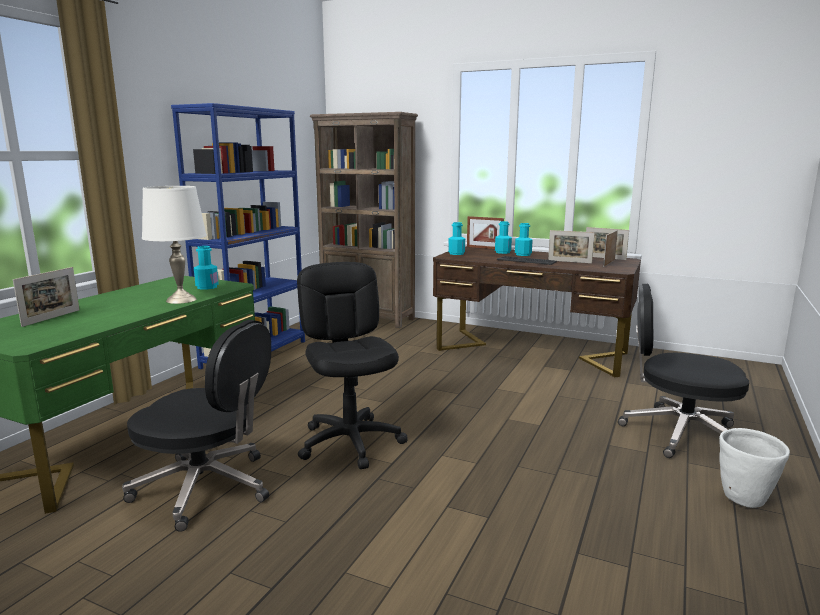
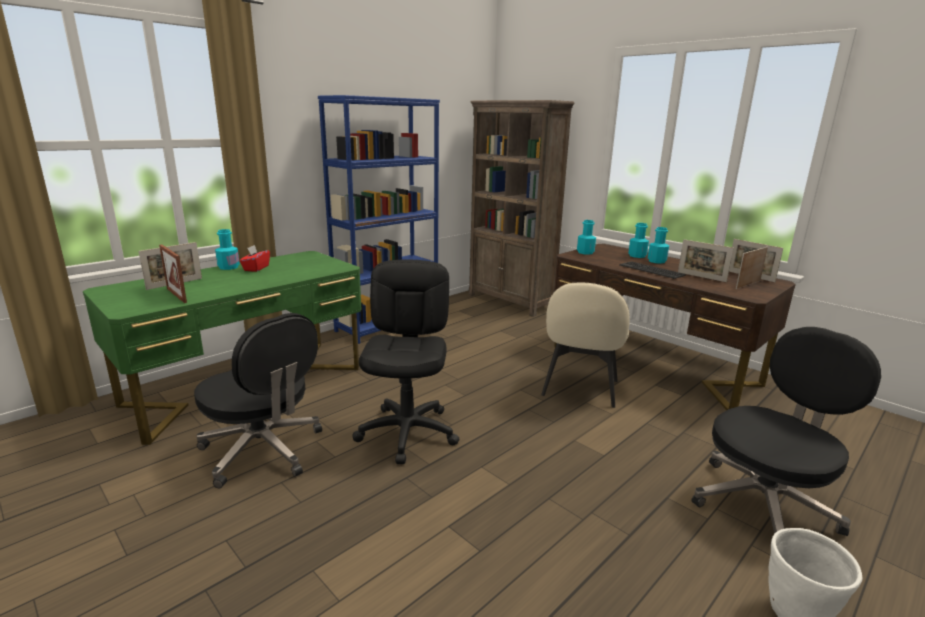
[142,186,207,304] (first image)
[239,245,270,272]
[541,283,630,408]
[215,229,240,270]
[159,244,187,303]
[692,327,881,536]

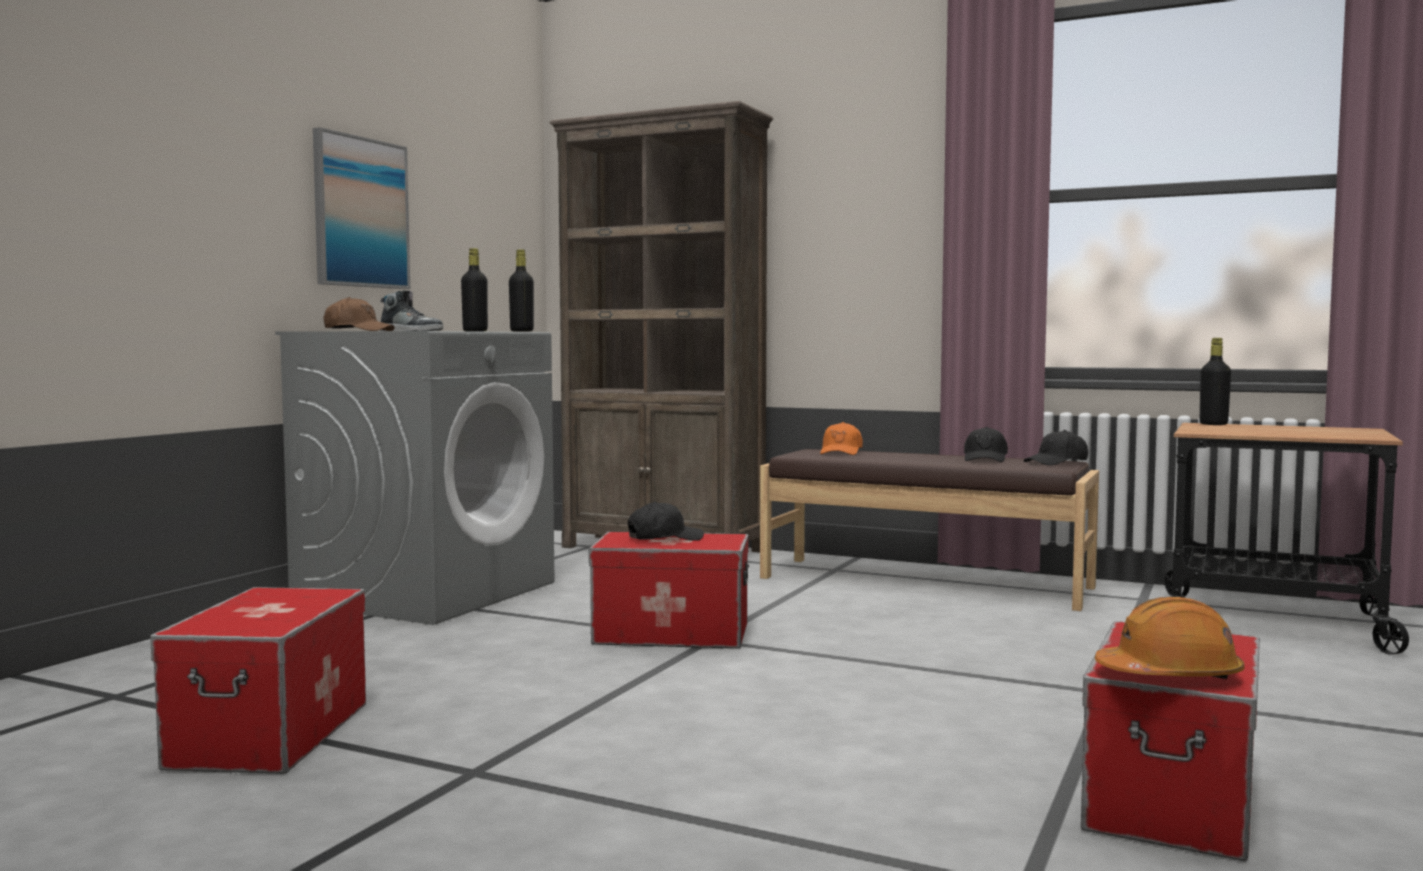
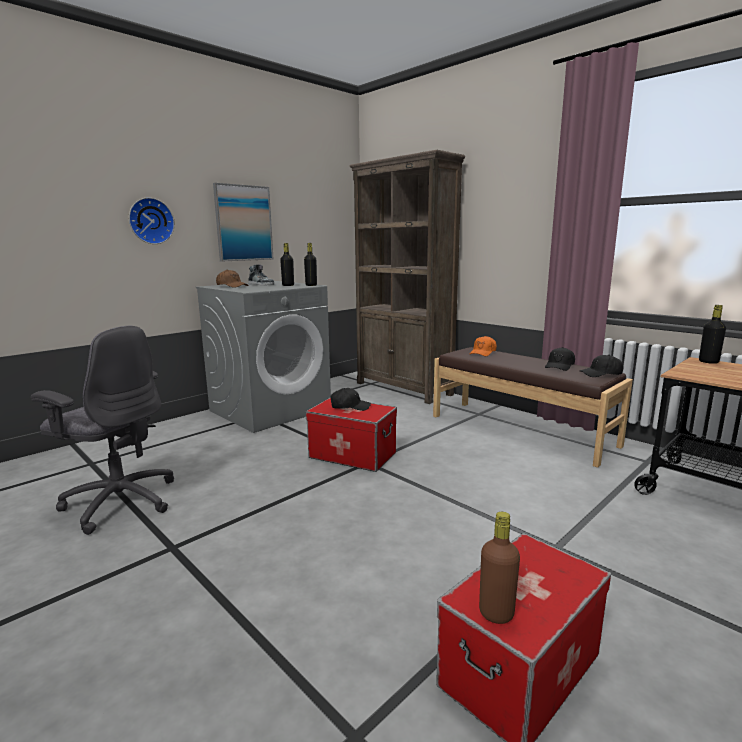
[129,197,175,244]
[31,326,174,535]
[479,512,520,624]

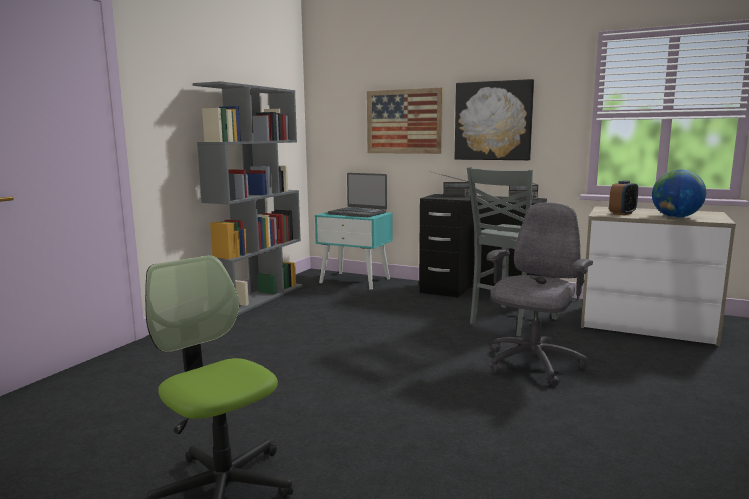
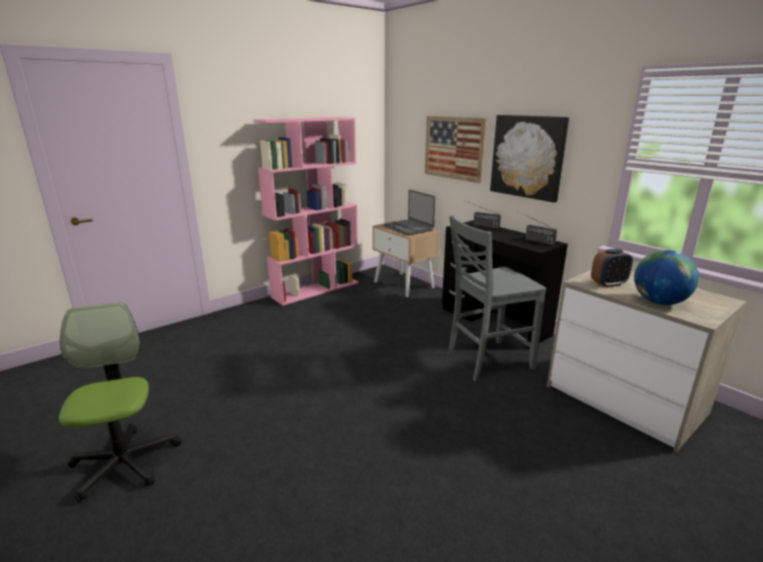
[487,202,593,386] (first image)
[253,117,358,306]
[372,220,440,297]

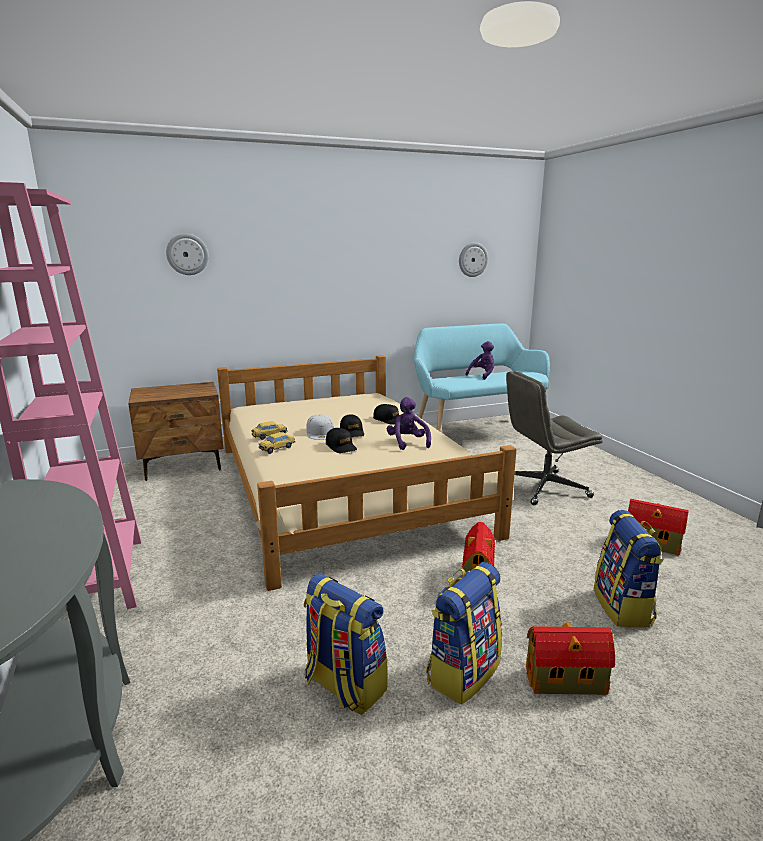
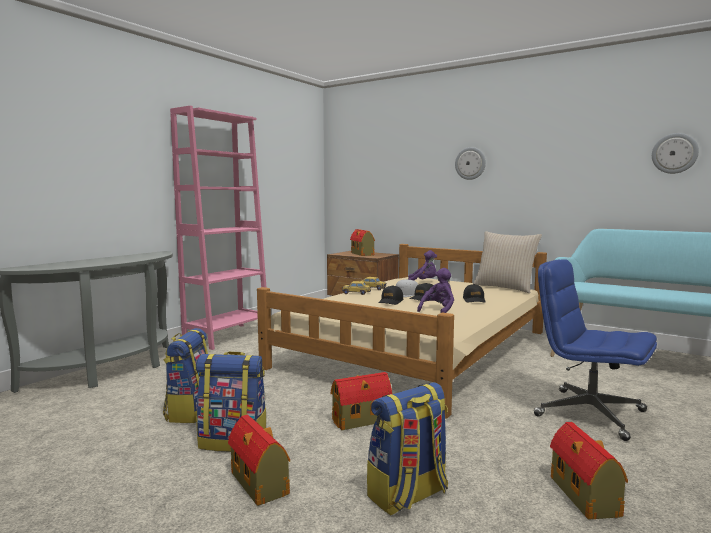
[350,229,375,256]
[473,231,542,293]
[455,147,486,180]
[408,250,437,280]
[534,259,657,441]

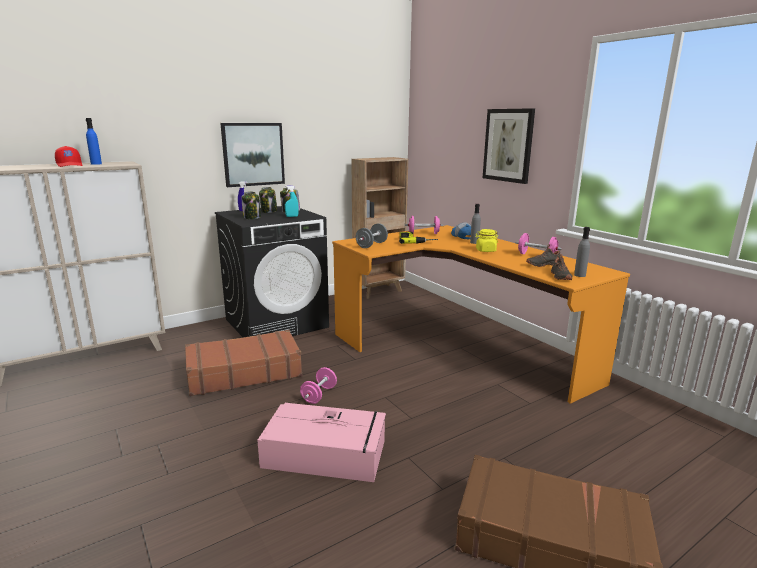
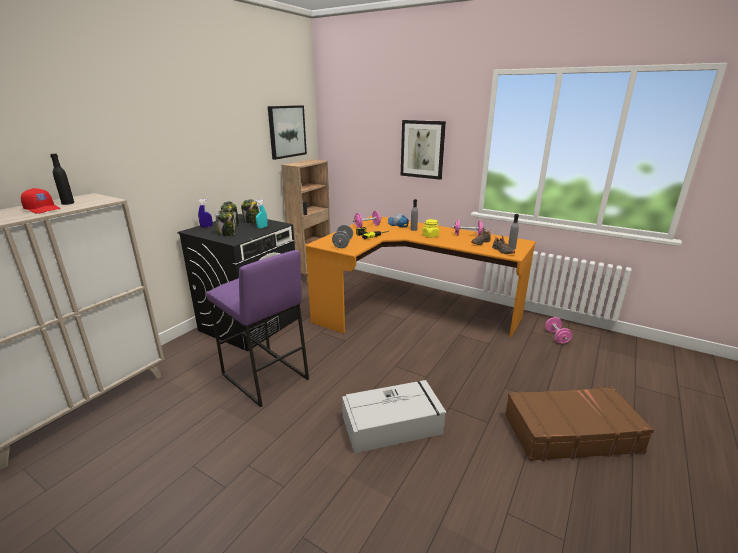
[268,105,307,160]
[545,317,572,344]
[206,250,309,407]
[50,154,74,205]
[342,380,446,454]

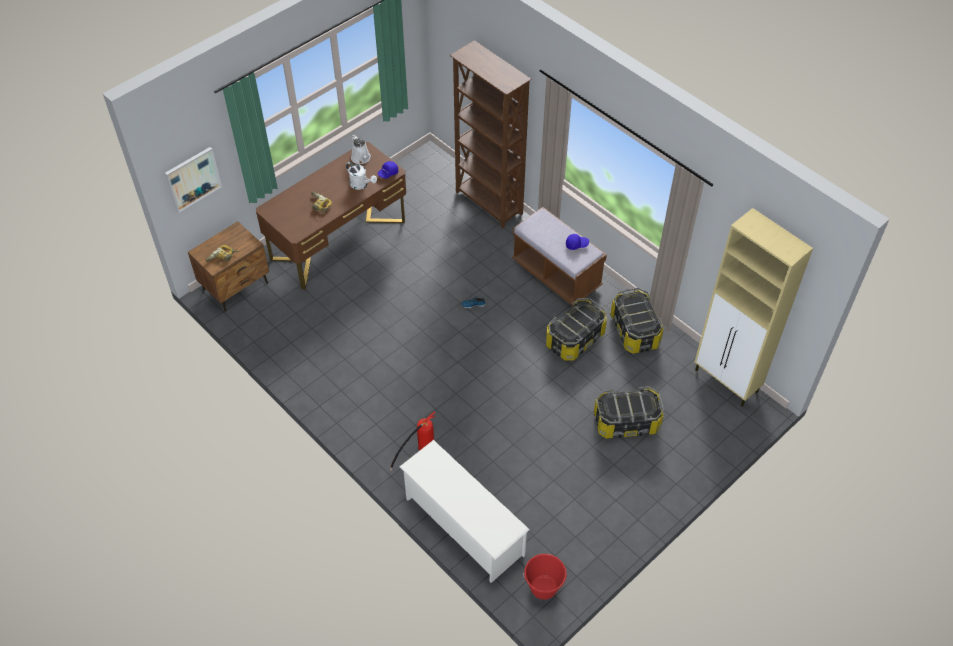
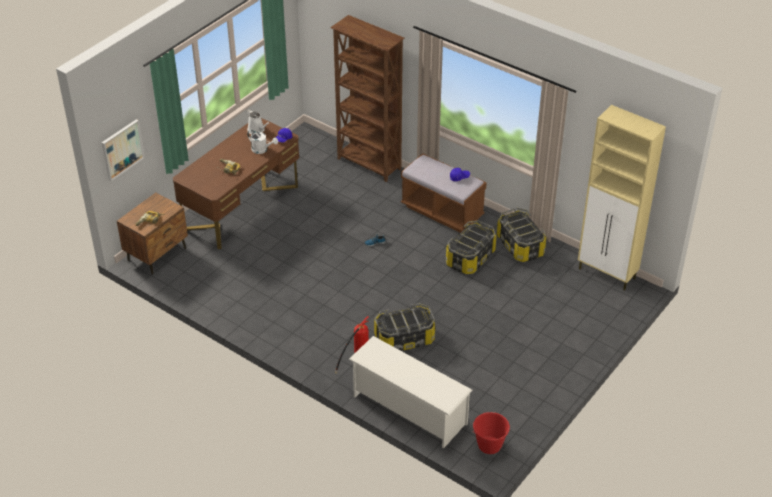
[374,303,435,351]

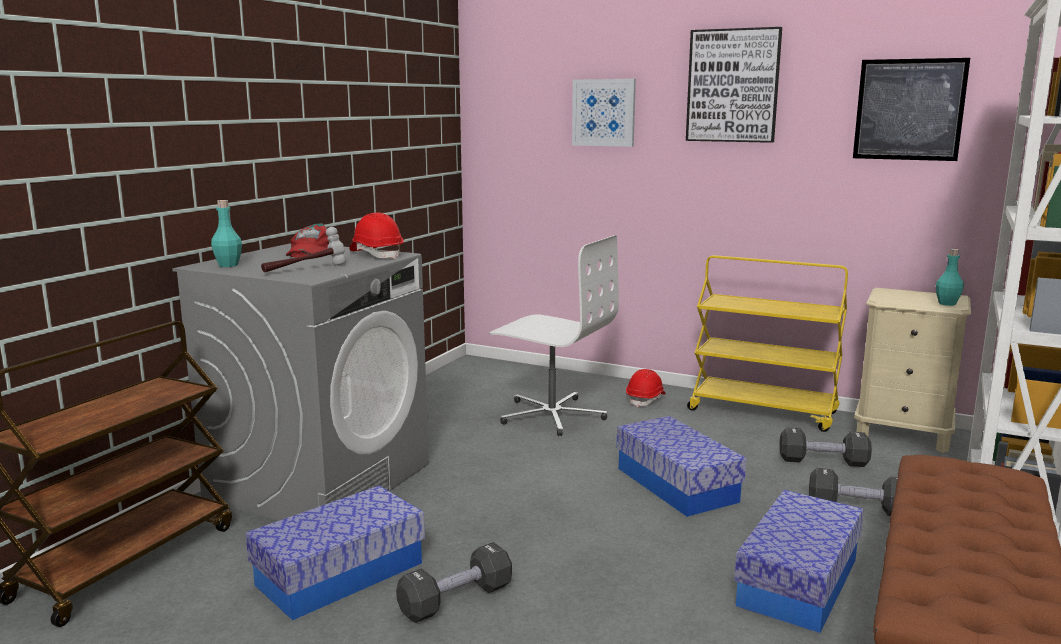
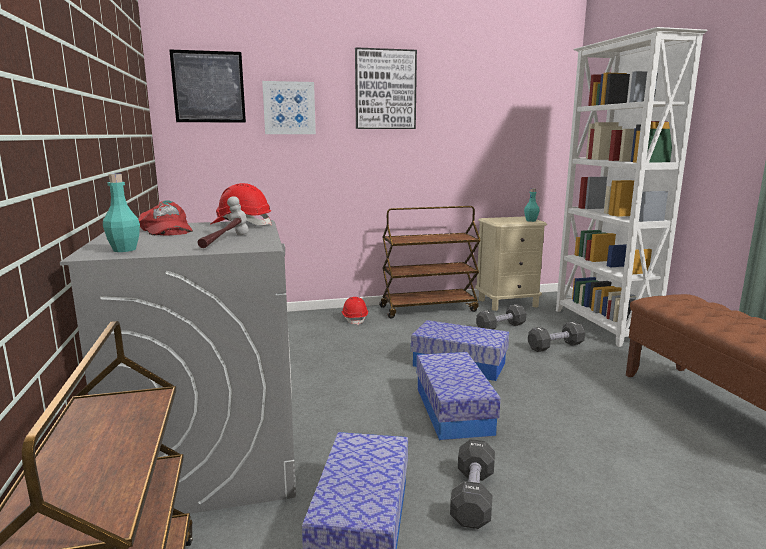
[489,235,619,436] (first image)
[416,352,501,440]
[169,49,246,123]
[379,206,481,319]

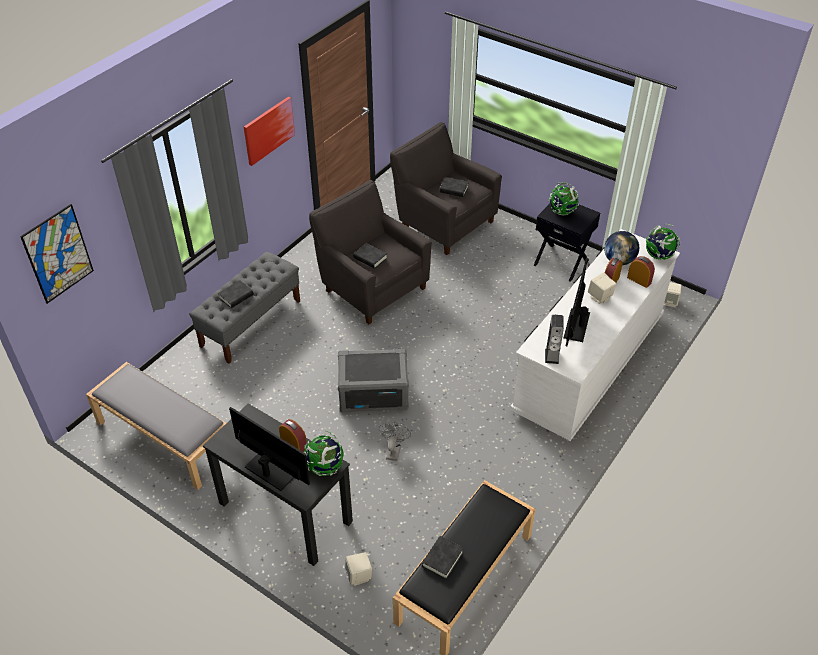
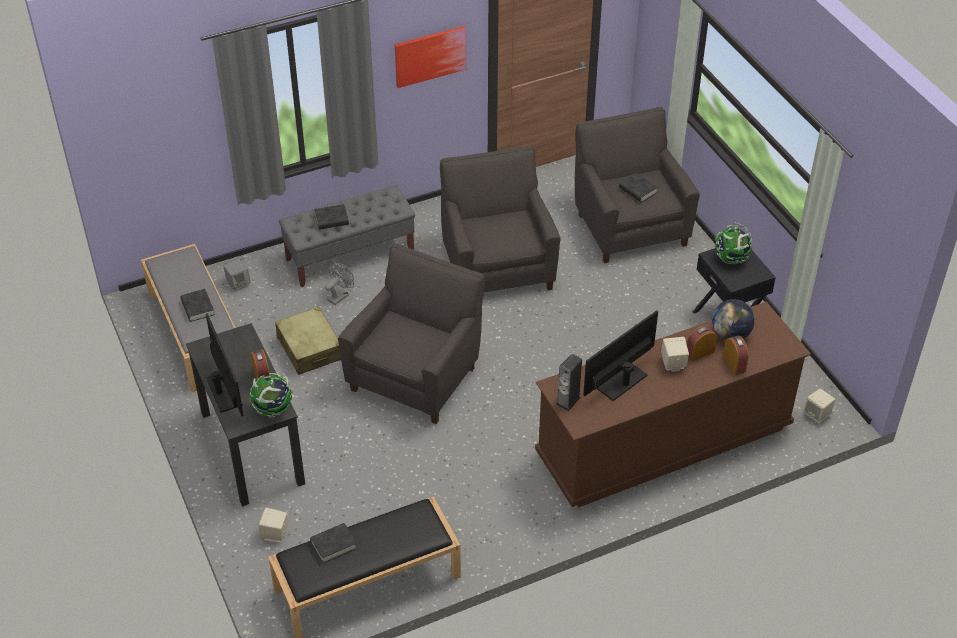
[20,204,94,304] (first image)
[646,224,680,260] (first image)
[223,259,250,291]
[275,307,341,375]
[180,289,215,322]
[325,262,354,305]
[338,243,485,424]
[535,302,811,508]

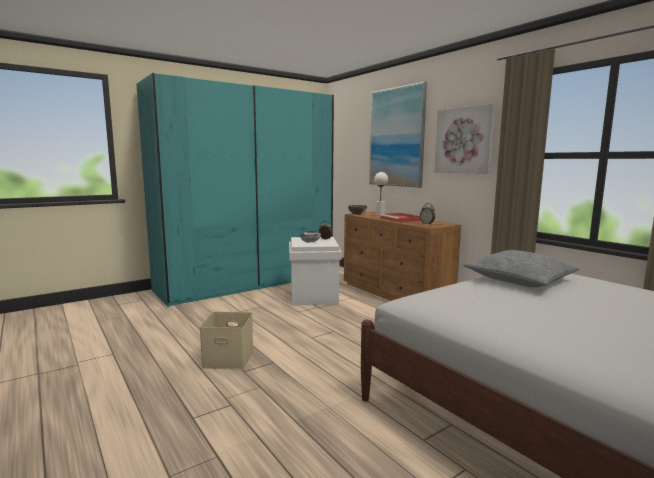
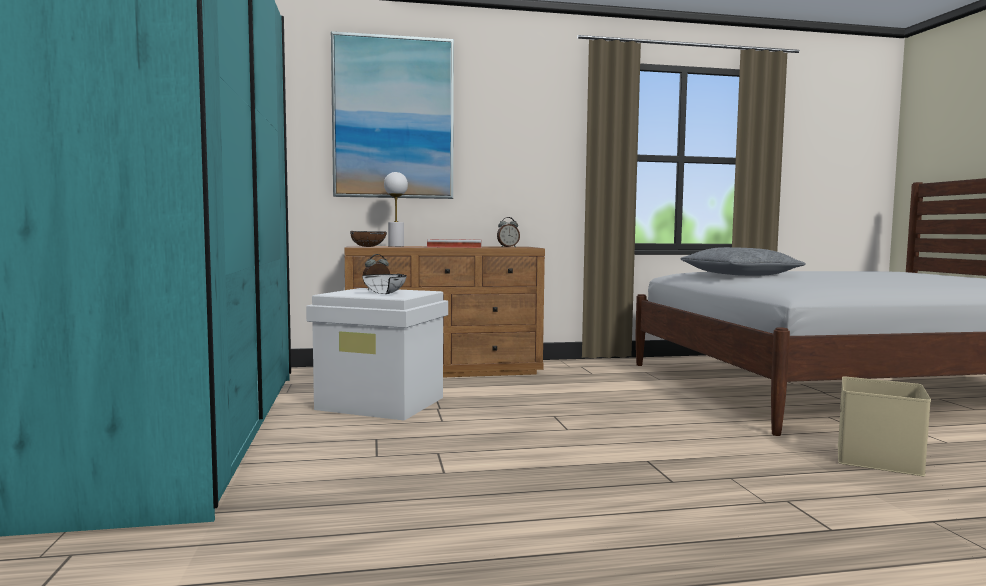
[434,103,495,174] (first image)
[838,377,931,476]

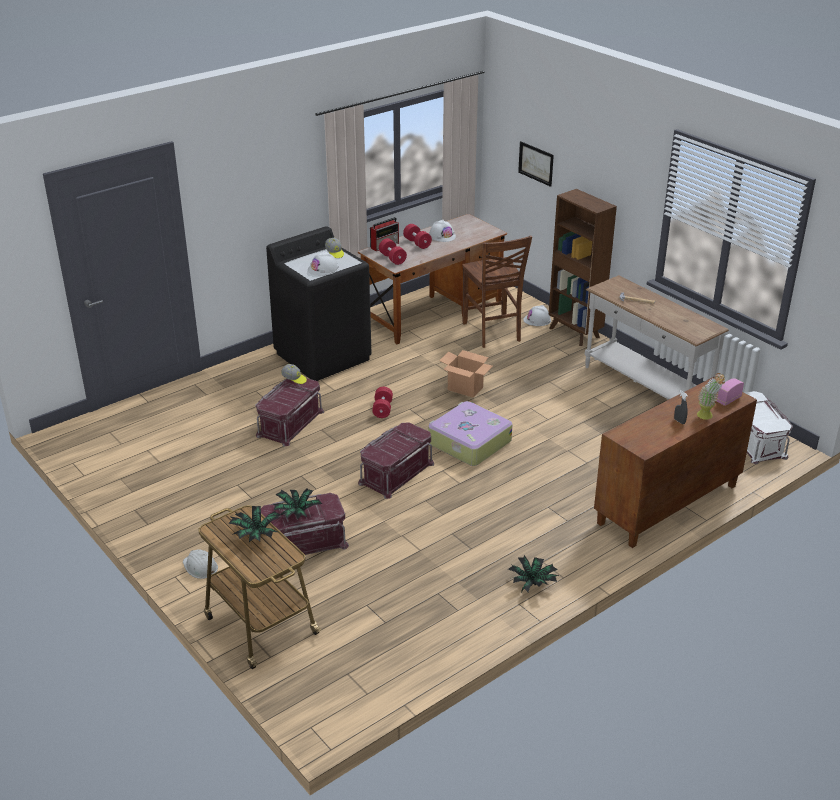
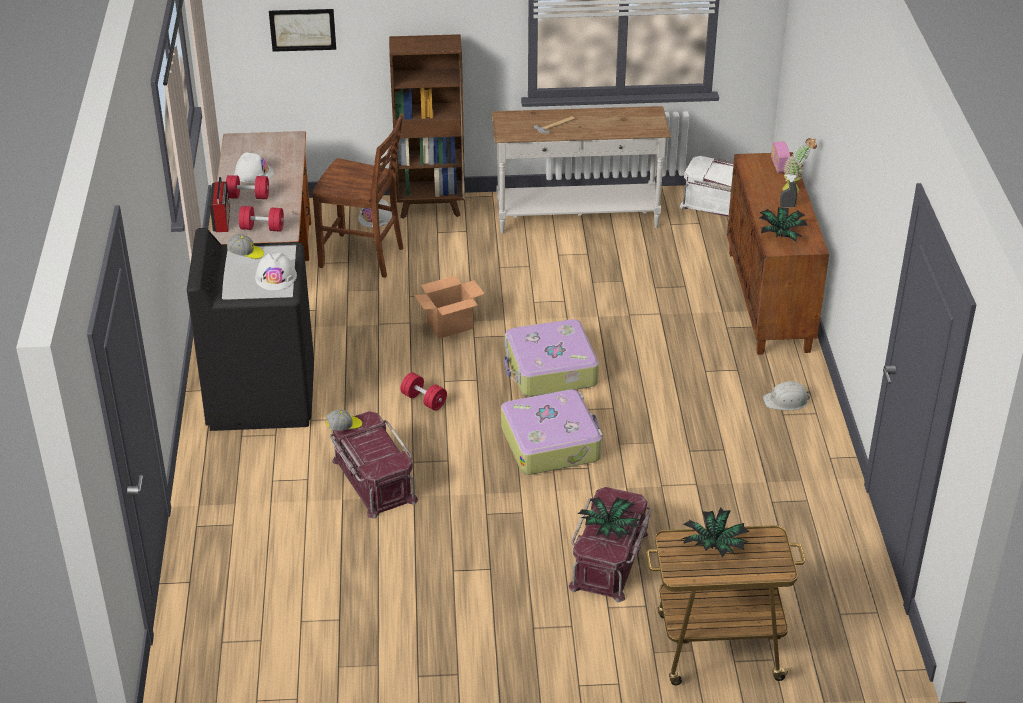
[763,381,810,410]
[758,207,808,242]
[501,389,603,475]

